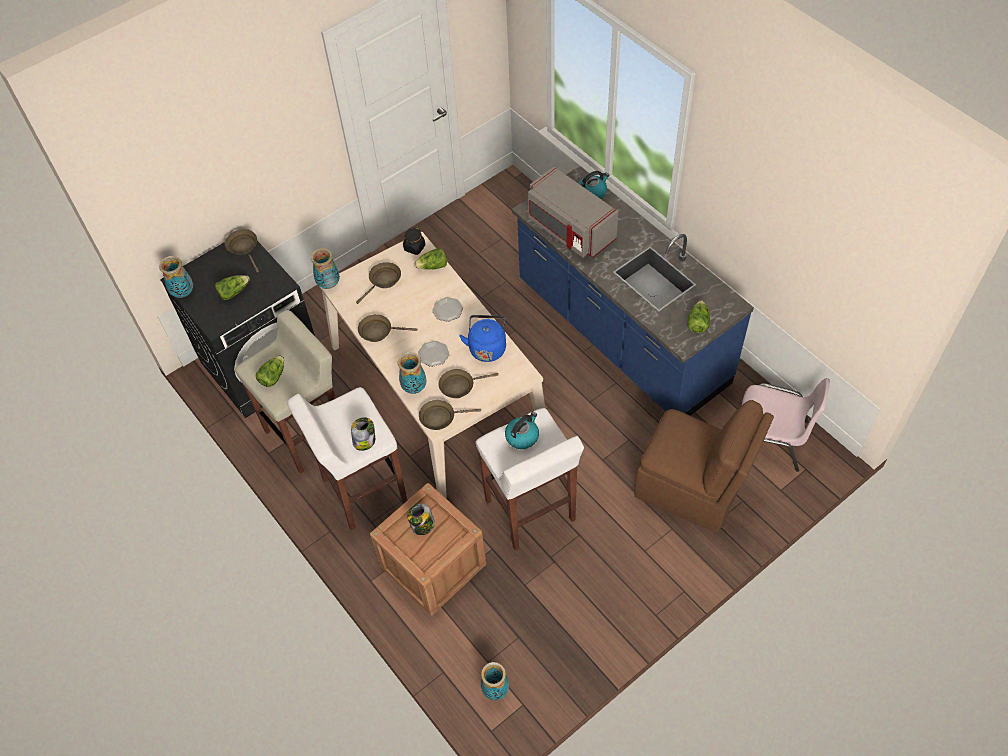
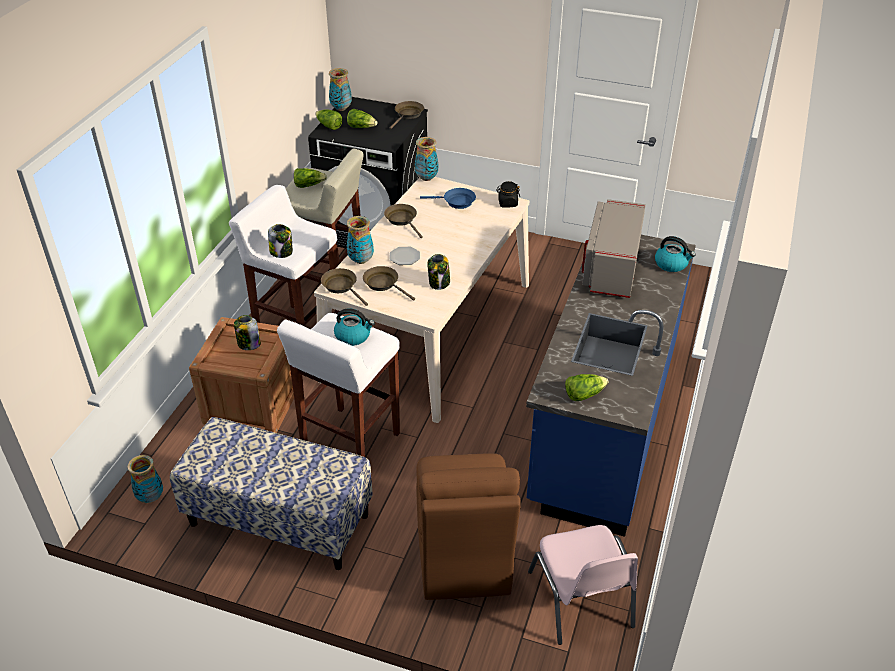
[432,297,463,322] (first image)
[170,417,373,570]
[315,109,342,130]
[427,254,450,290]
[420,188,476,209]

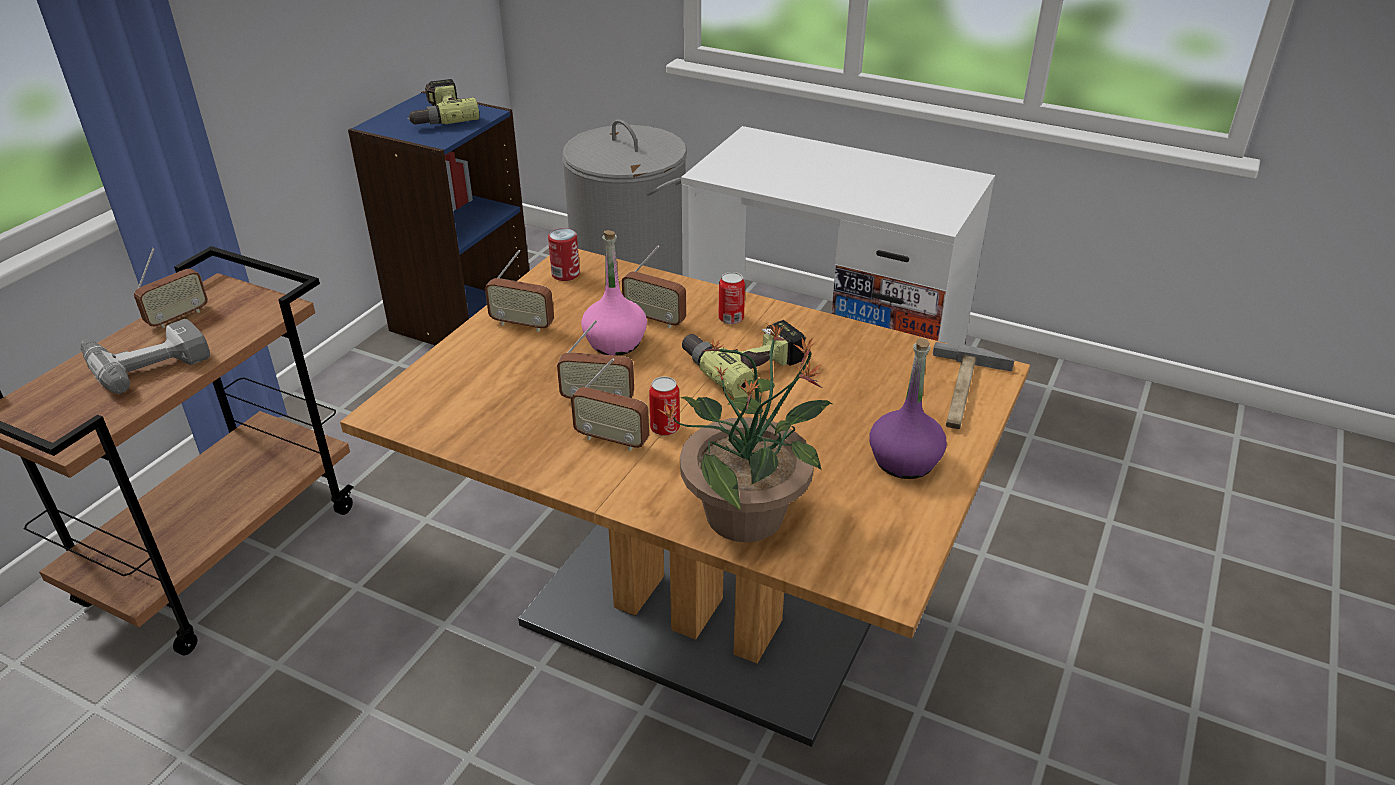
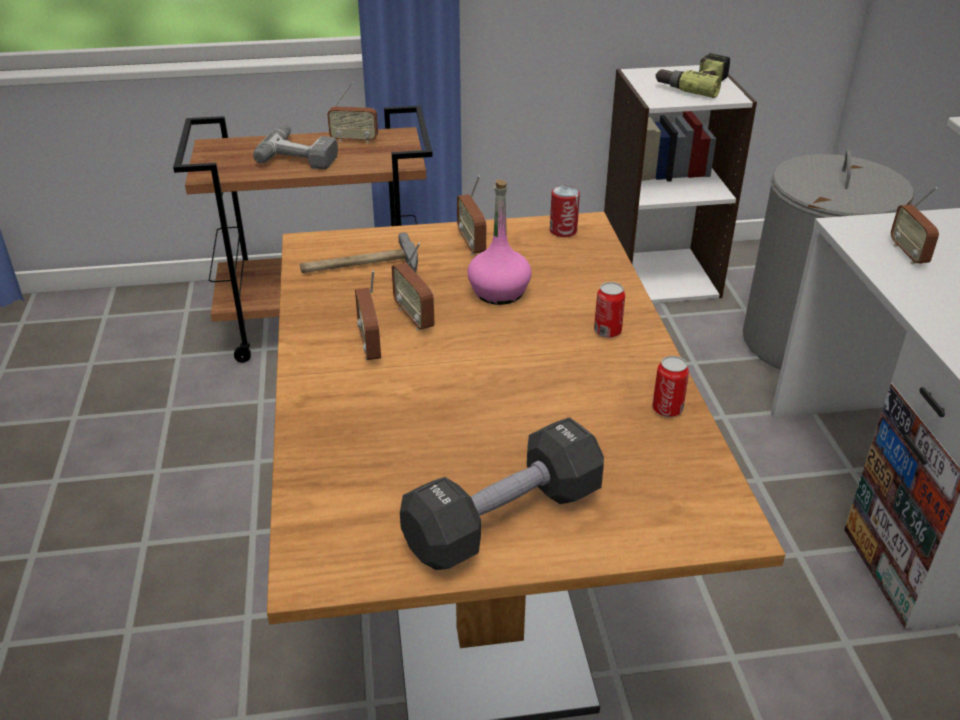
[658,324,833,542] (first image)
[682,320,807,398] (first image)
[891,187,939,264]
[652,356,689,417]
[300,232,418,273]
[400,417,604,570]
[604,65,757,303]

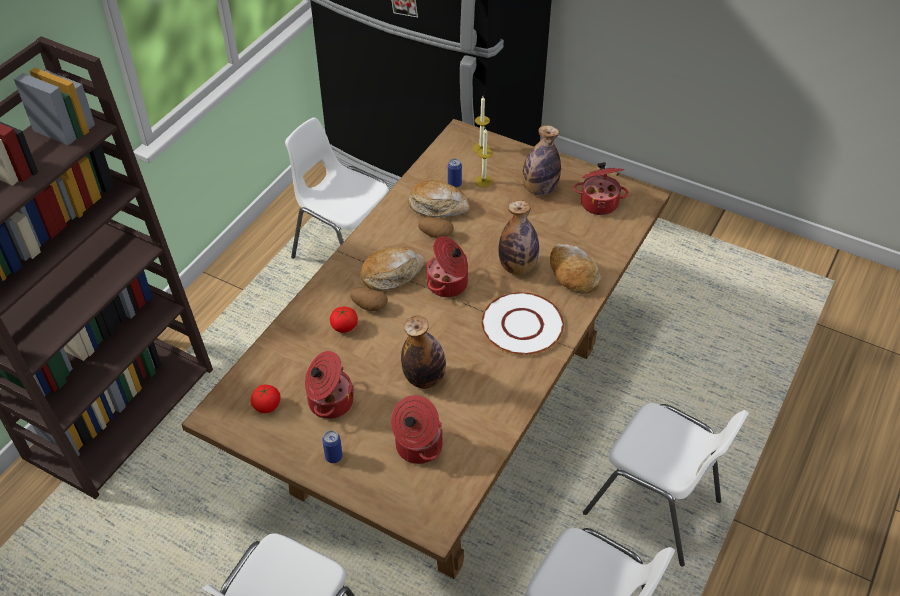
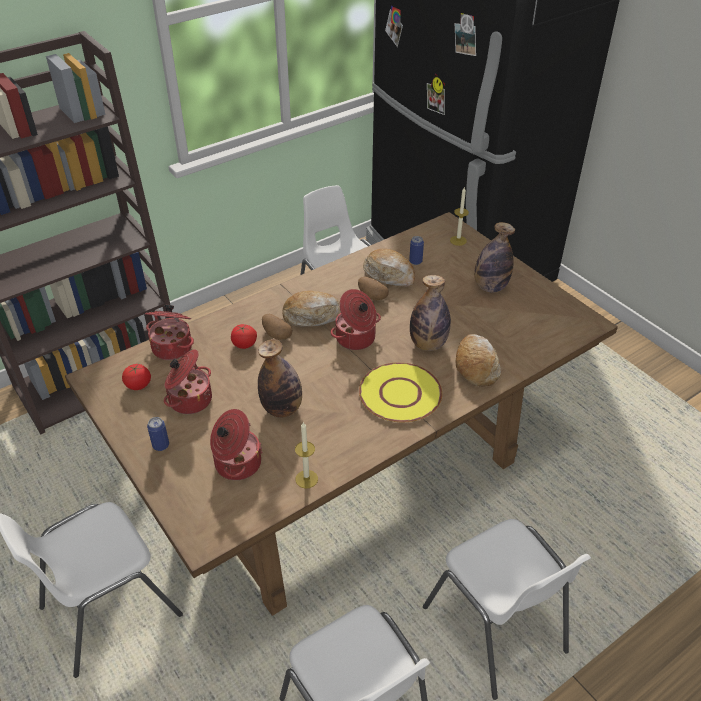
[295,422,318,488]
[145,305,194,360]
[359,362,442,422]

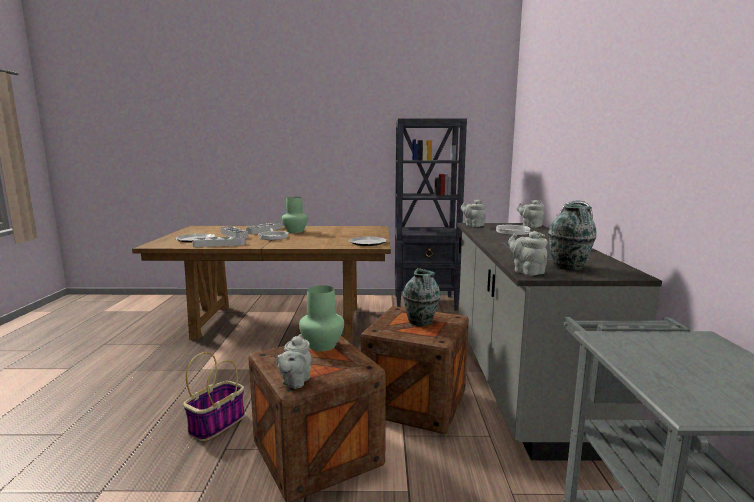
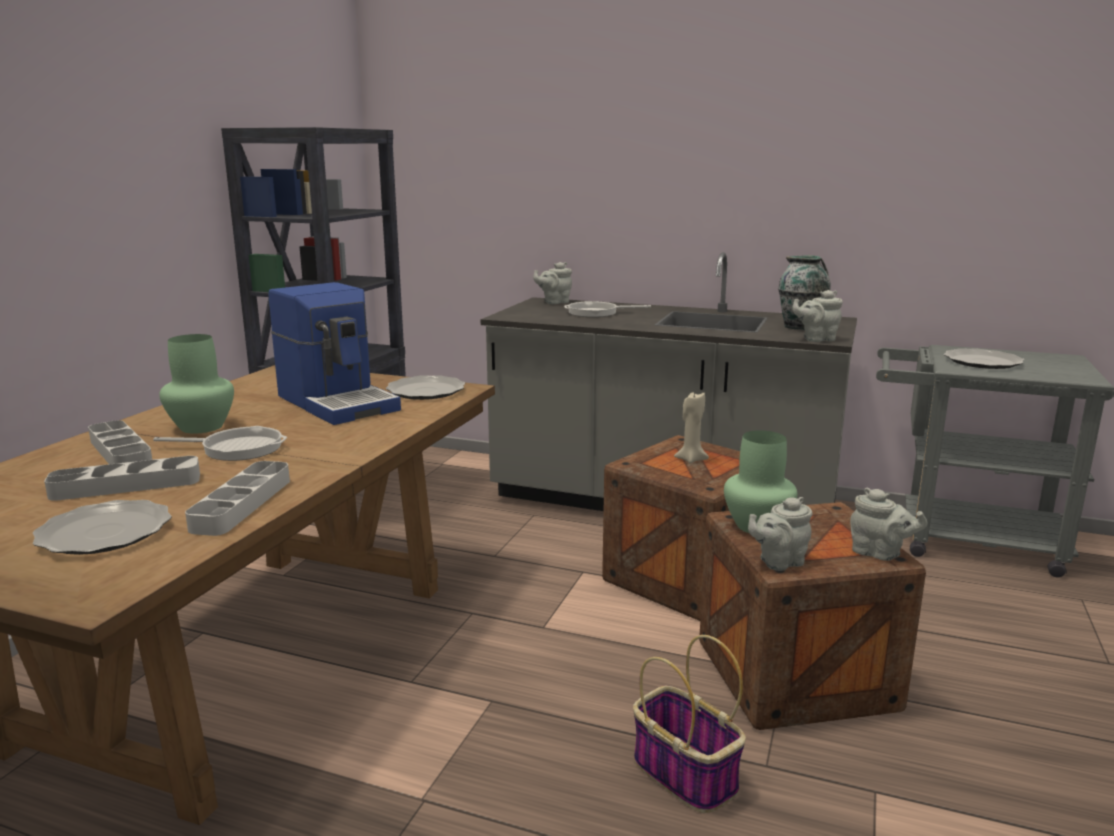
[269,282,401,425]
[944,348,1024,369]
[748,497,812,571]
[674,391,709,464]

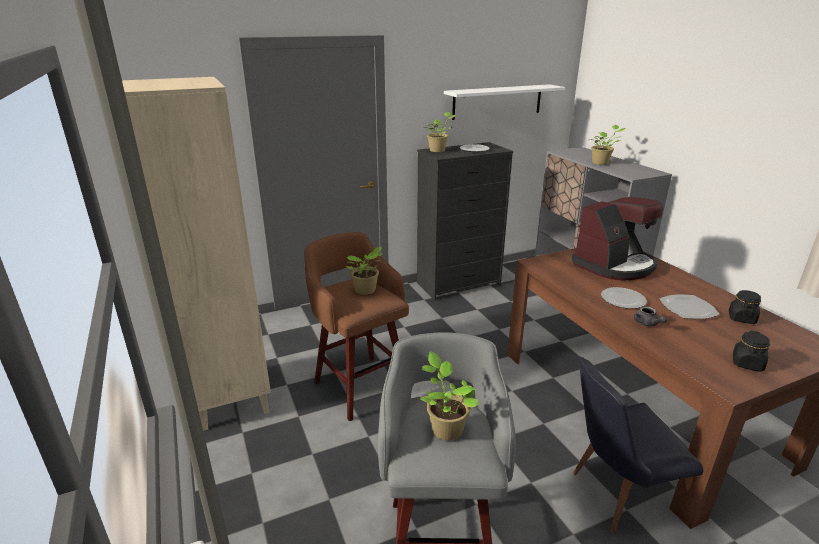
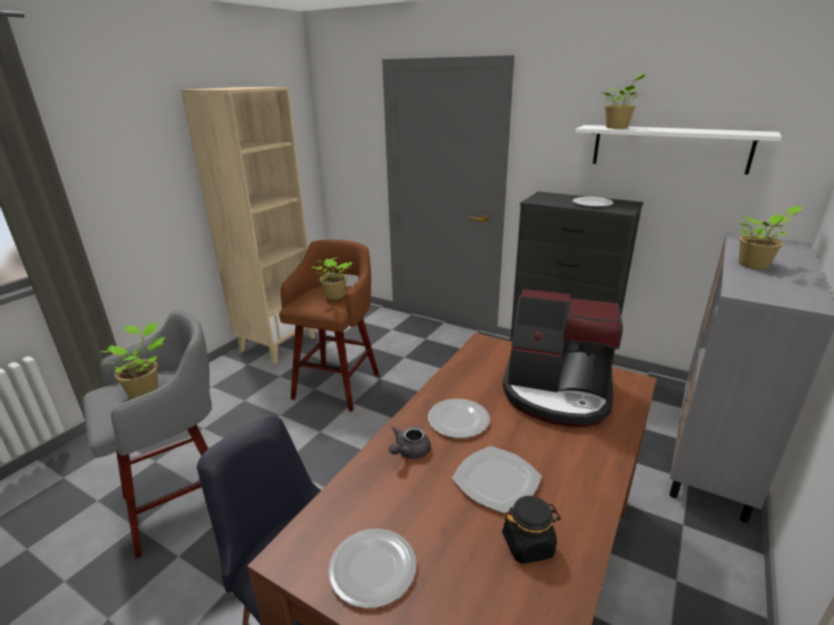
[600,74,646,129]
[328,529,416,608]

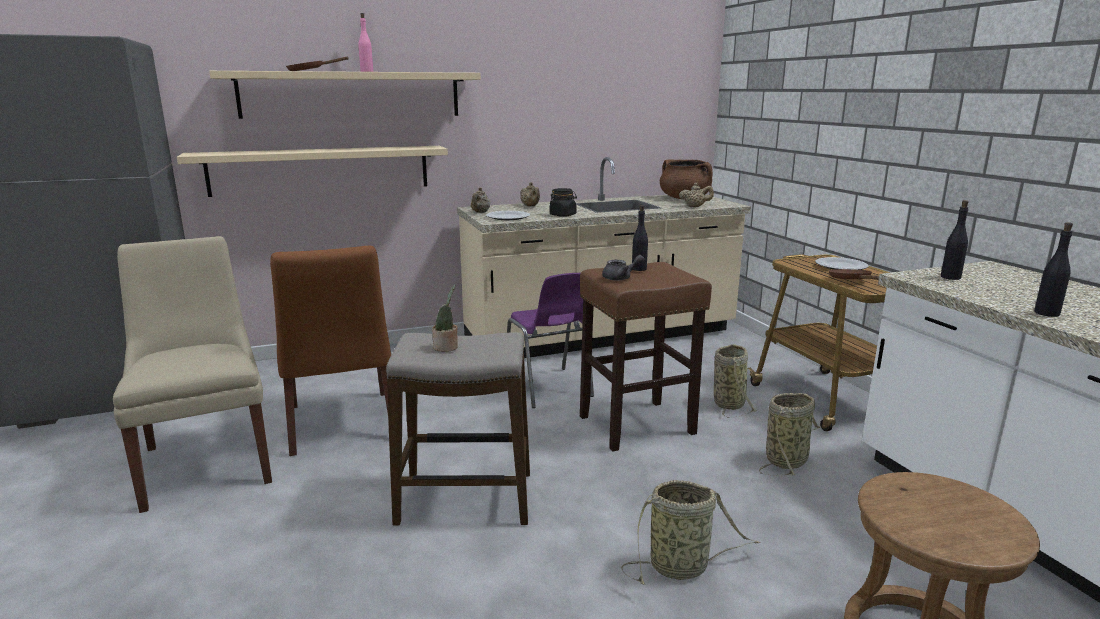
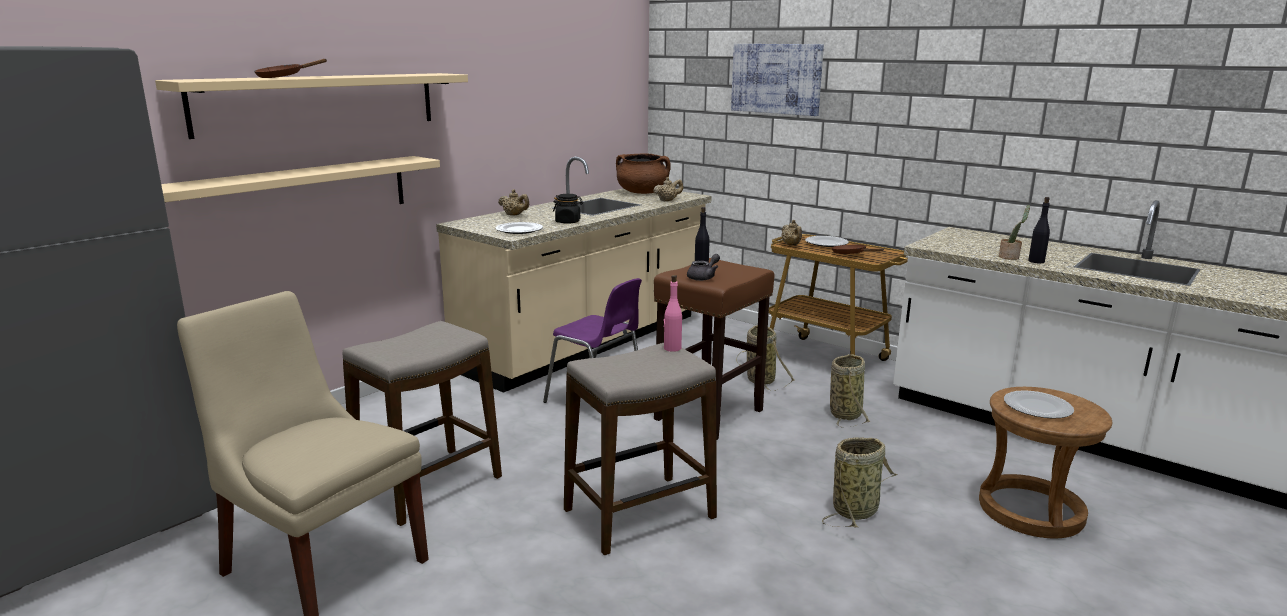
[941,200,969,280] (first image)
[731,44,824,116]
[1004,390,1074,419]
[664,275,682,352]
[999,205,1030,260]
[782,220,802,245]
[342,321,502,526]

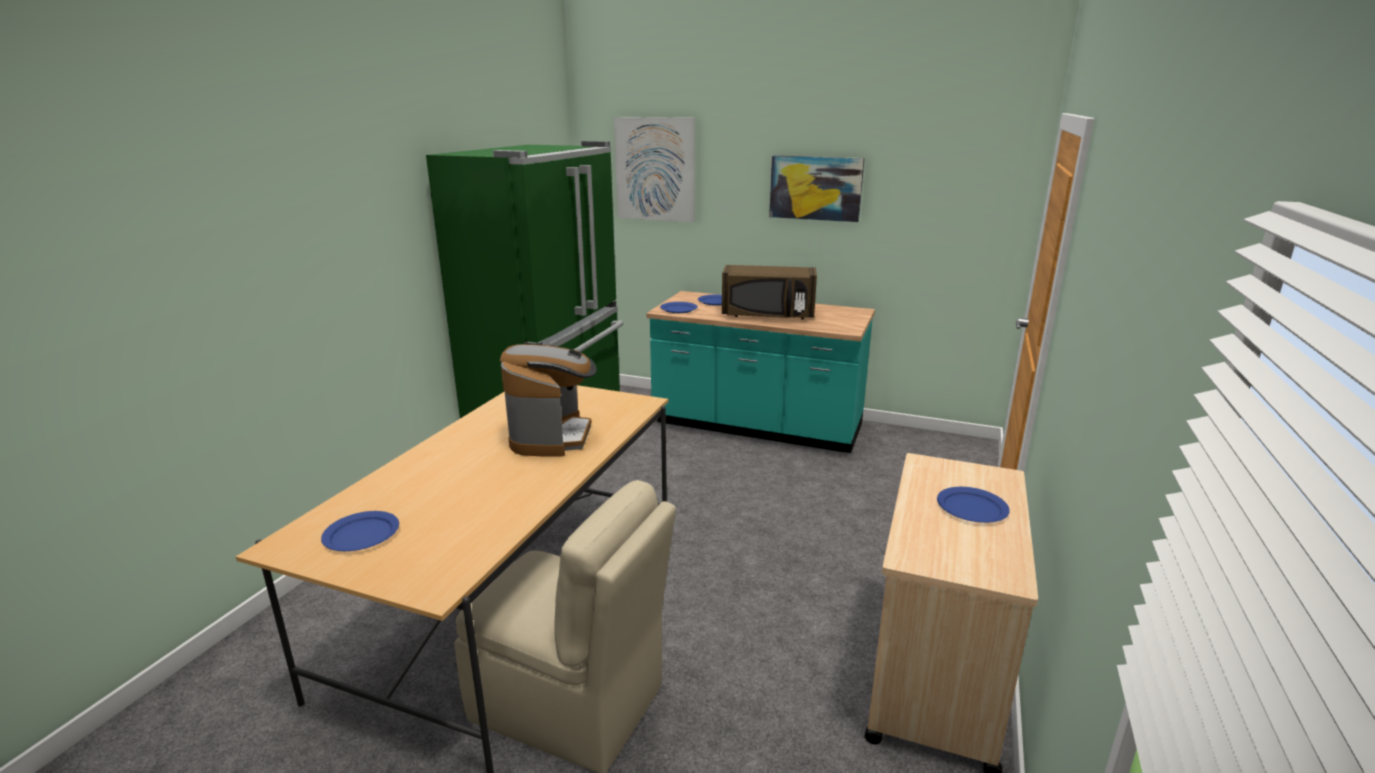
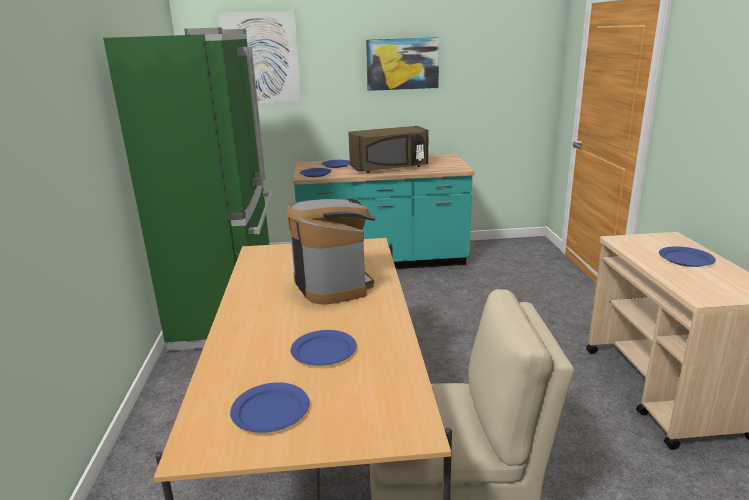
[290,330,357,366]

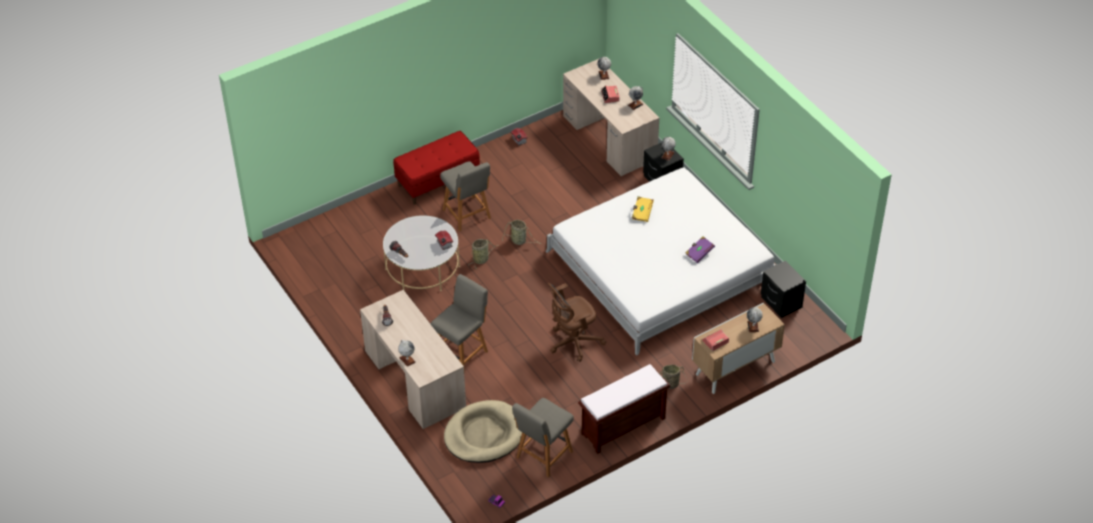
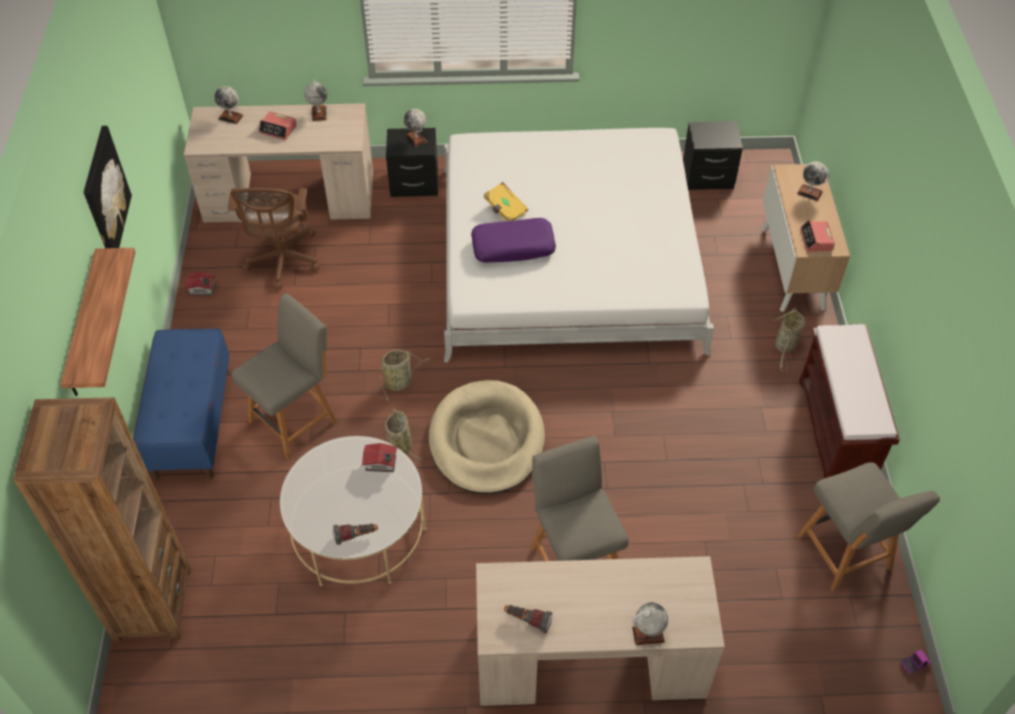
[685,236,715,263] (first image)
[13,397,191,642]
[61,248,135,396]
[84,126,132,248]
[471,218,556,263]
[429,380,545,494]
[228,188,320,289]
[133,328,230,480]
[231,293,337,459]

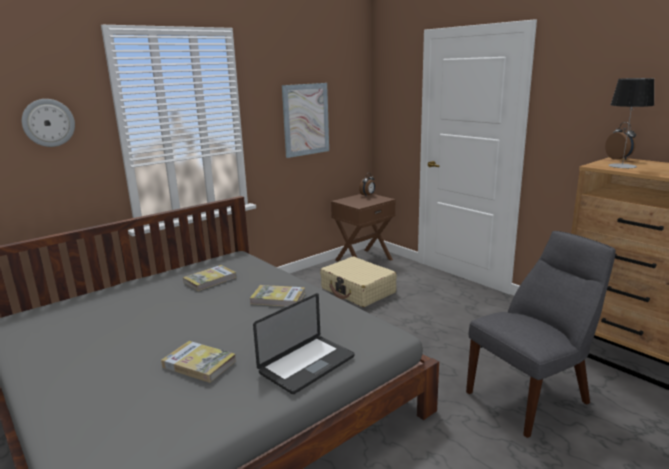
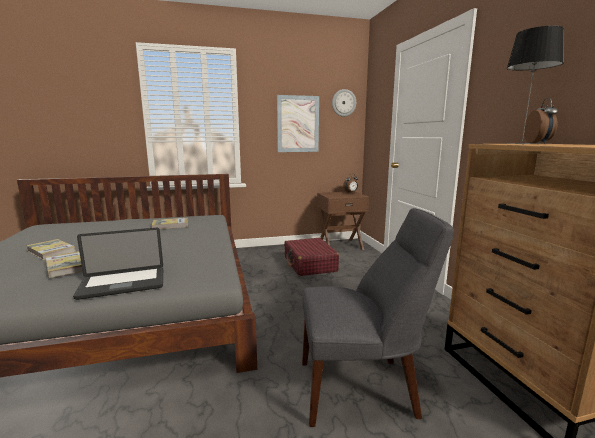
[332,89,356,117]
[26,239,76,260]
[284,238,339,276]

